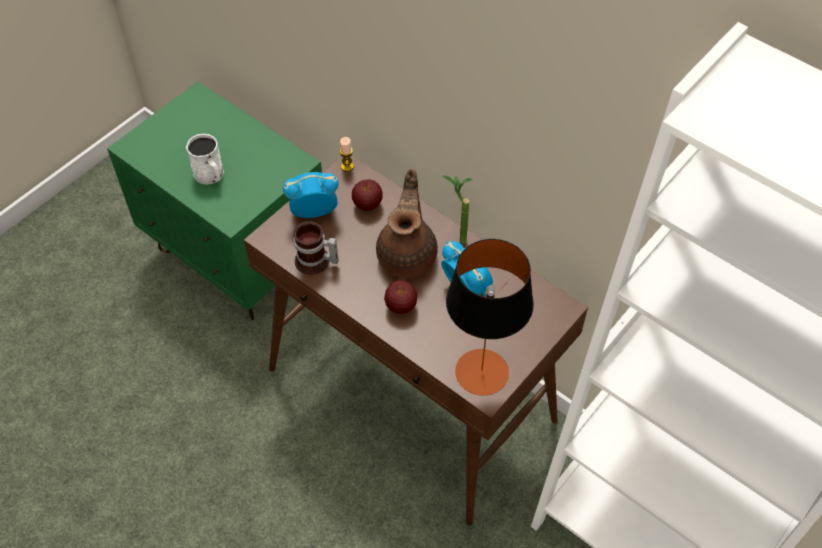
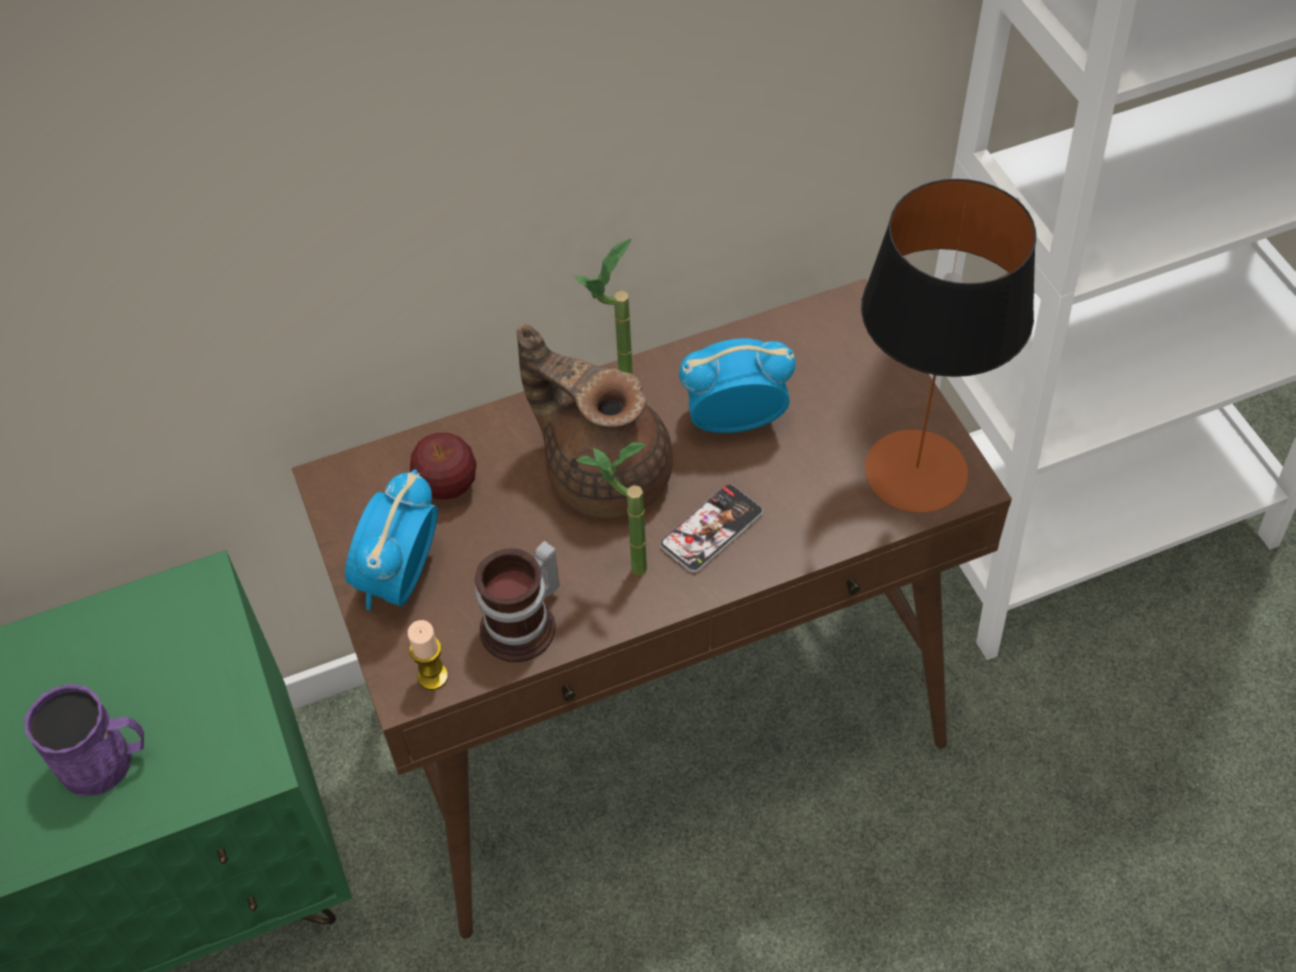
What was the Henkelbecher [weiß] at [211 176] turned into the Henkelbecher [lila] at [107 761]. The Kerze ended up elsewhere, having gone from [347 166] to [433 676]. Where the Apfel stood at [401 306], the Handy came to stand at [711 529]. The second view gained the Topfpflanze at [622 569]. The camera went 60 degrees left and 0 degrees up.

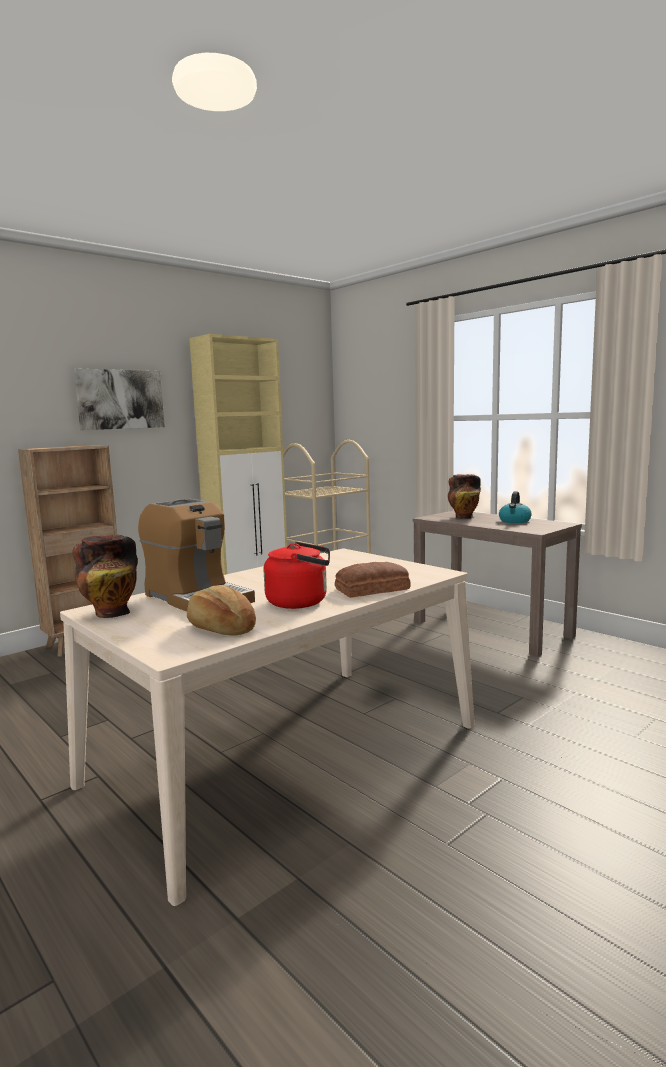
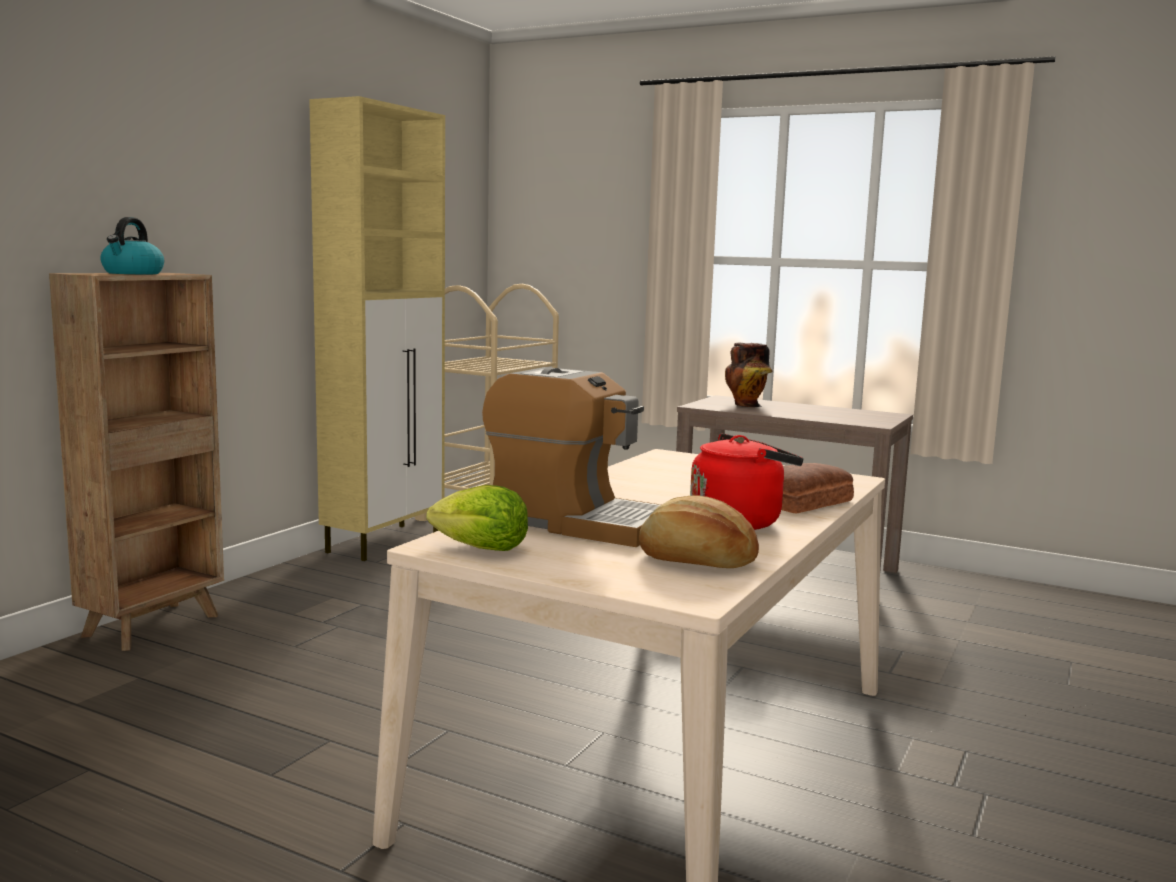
Where the Vase stood at [111 613], the Salatkopf came to stand at [481 548]. The second view lost the Bild at [120 399]. The Wasserkessel ended up elsewhere, having gone from [514 521] to [133 273]. The camera went 20 degrees left and 0 degrees up.

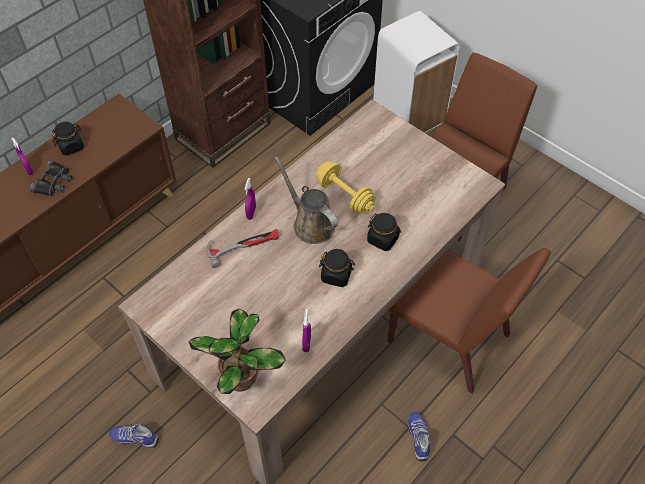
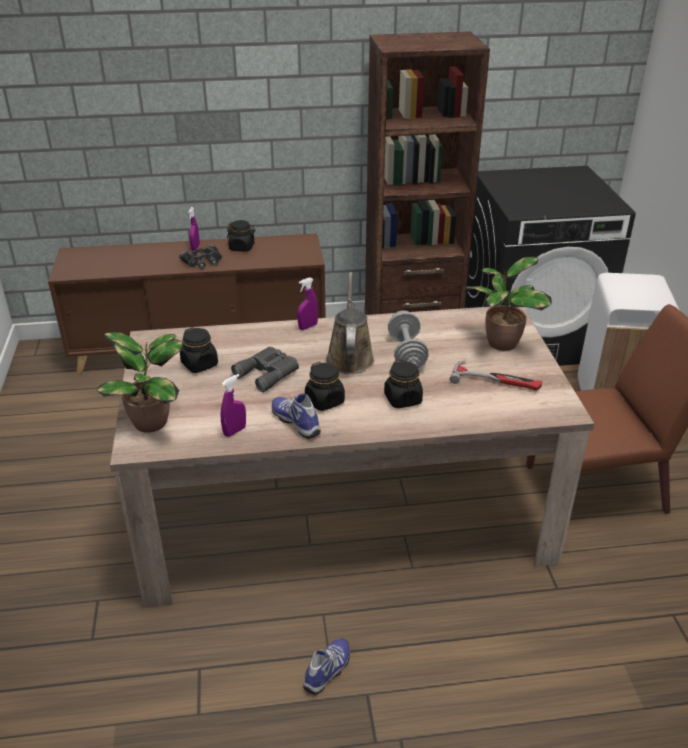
The Schuh ended up elsewhere, having gone from [135 437] to [297 422]. The Hammer ended up elsewhere, having gone from [243 245] to [496 380]. What was the Hantel [gelb] at [345 195] turned into the Hantel [grau] at [406 354]. The second view lost the Stuhl [braun] at [450 339]. The second view gained the Vorratsglas [schwarz] at [200 364]. The second view gained the Fernglas [grau] at [269 372]. The second view gained the Topfpflanze at [500 343]. The camera went 40 degrees right and 20 degrees down.

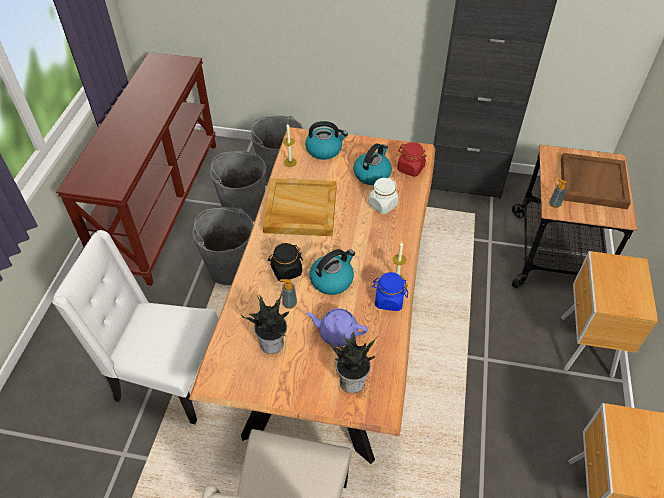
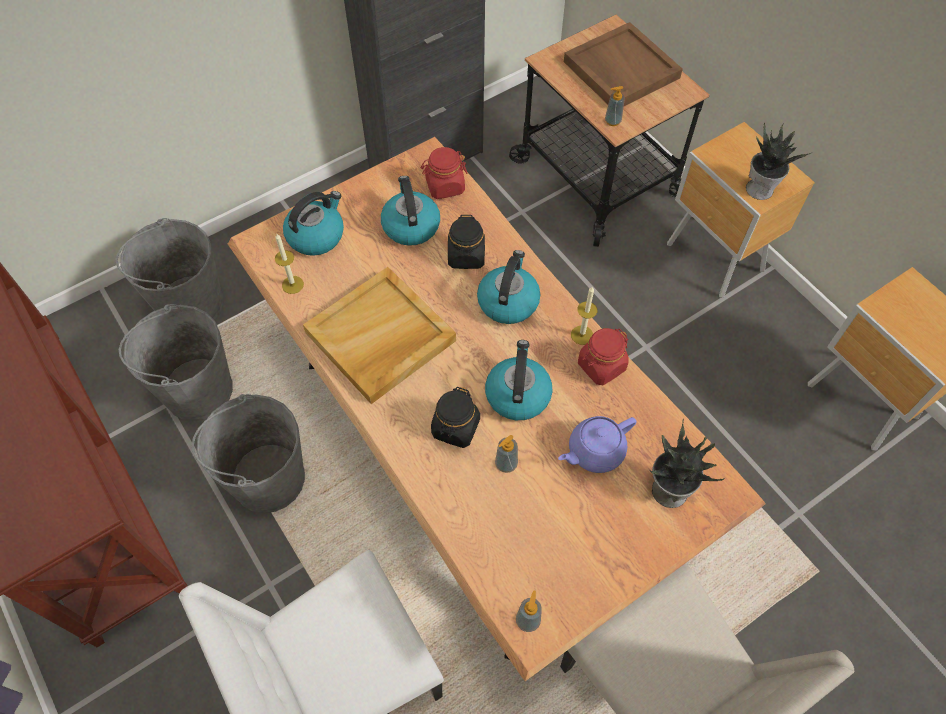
The Topfpflanze ended up elsewhere, having gone from [272 343] to [760 188]. What was the Vorratsglas [weiß] at [382 205] turned into the Vorratsglas [schwarz] at [466 256]. What was the Vorratsglas [blau] at [389 300] turned into the Vorratsglas [rot] at [601 366]. The second view gained the Wasserkessel at [508 301]. The second view gained the Seifenspender at [528 620]. The camera went 45 degrees left and 10 degrees up.

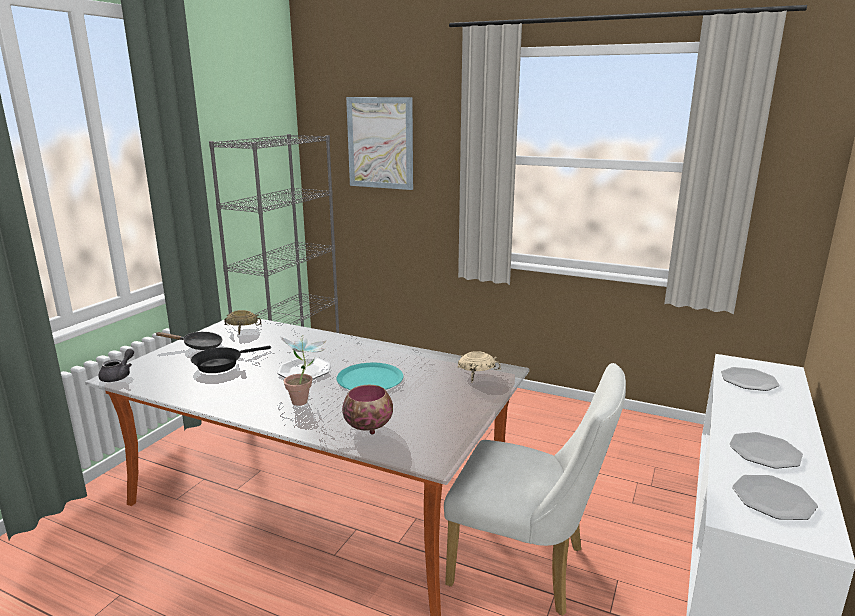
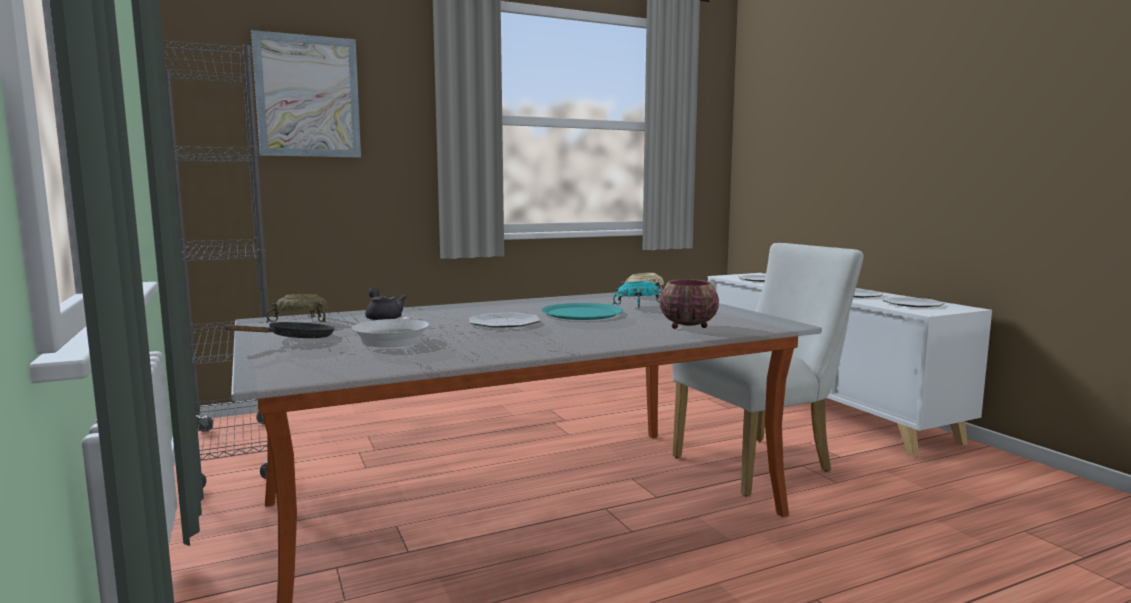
The Teekanne [grau] ended up elsewhere, having gone from [119 376] to [383 317]. What was the Pfanne [schwarz] at [221 364] turned into the Pfanne [weiß] at [392 340]. The second view lost the Topfpflanze at [305 402]. The second view gained the Schüssel [türkis] at [639 307]. The camera went 50 degrees left and 10 degrees down.

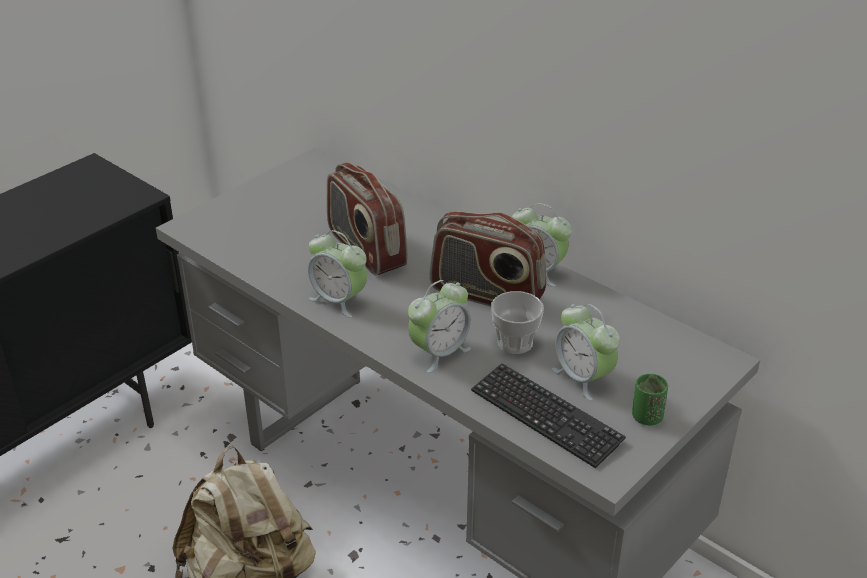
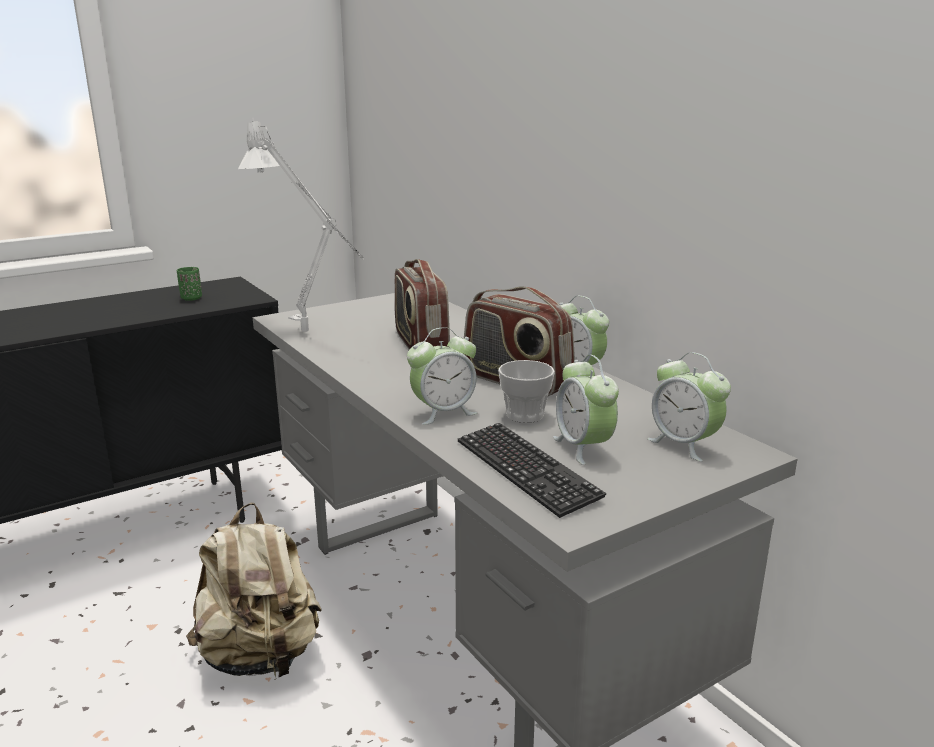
The Wecker ended up elsewhere, having gone from [339 300] to [684 444]. The Tasse [grün] ended up elsewhere, having gone from [647 417] to [191 298]. The second view gained the Tischlampe [grau] at [312 336]. The camera went 15 degrees right and 15 degrees down.

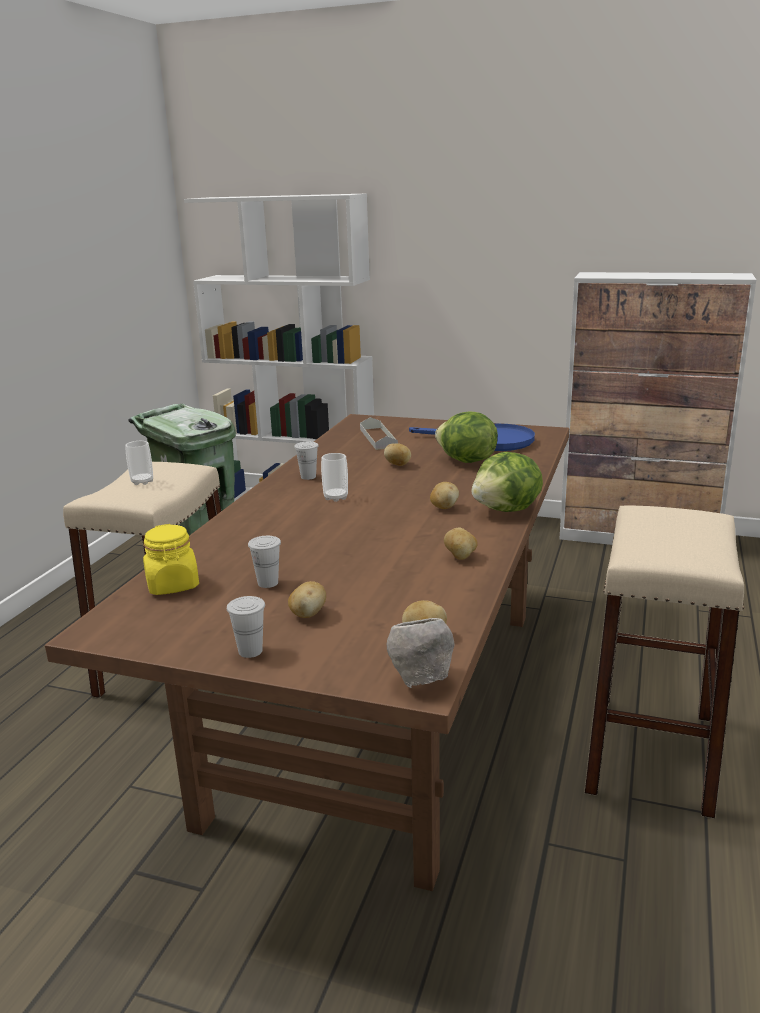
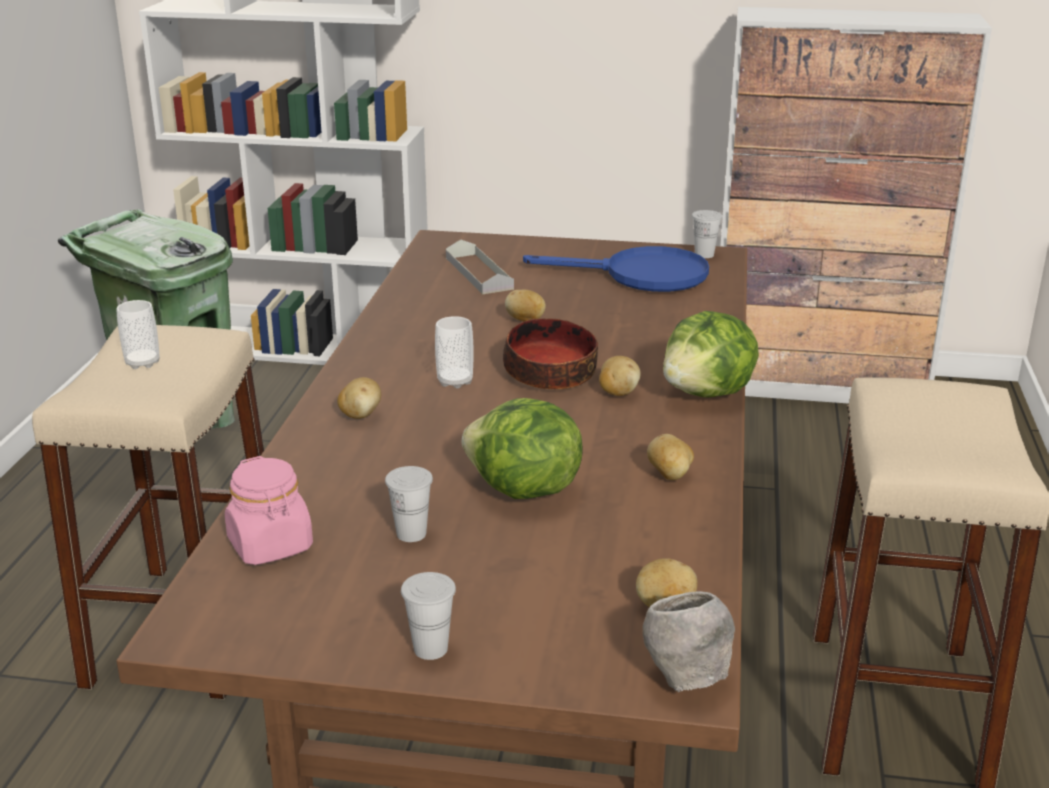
What was the Vorratsglas [gelb] at [173 585] turned into the Vorratsglas [rosa] at [271 545]. The Kartoffel ended up elsewhere, having gone from [308 614] to [360 415]. The Tasse [weiß] ended up elsewhere, having gone from [308 477] to [704 255]. The Salatkopf ended up elsewhere, having gone from [466 461] to [523 491]. The second view gained the Schüssel at [549 374]. The camera went 10 degrees left and 5 degrees up.

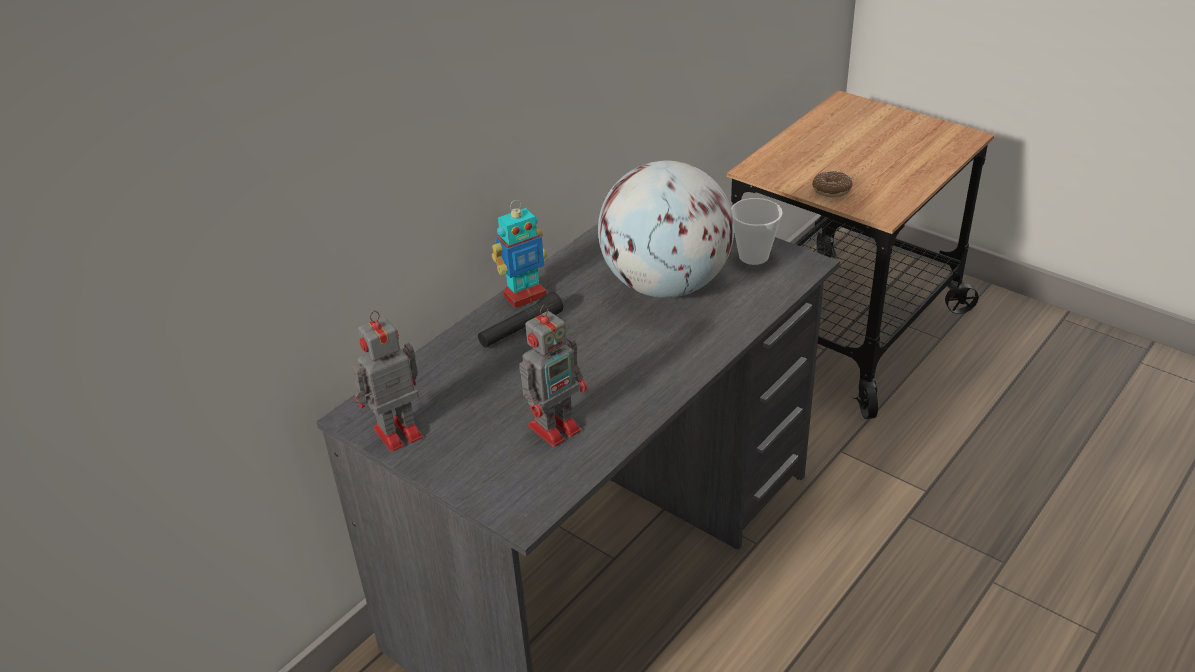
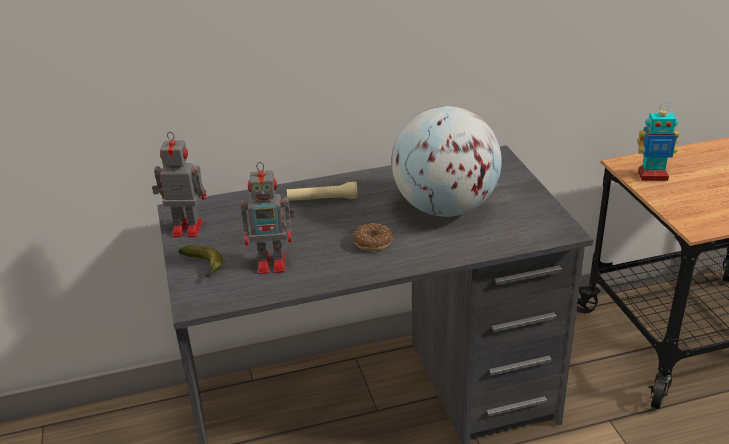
What was the Taschenlampe [schwarz] at [521 329] turned into the Taschenlampe [beige] at [322 200]. The Spielzeugroboter ended up elsewhere, having gone from [524 296] to [652 176]. The second view lost the Tasse at [753 256]. The Donut ended up elsewhere, having gone from [831 190] to [373 243]. The second view gained the Banane at [204 266]. The camera went 35 degrees right and 5 degrees down.

